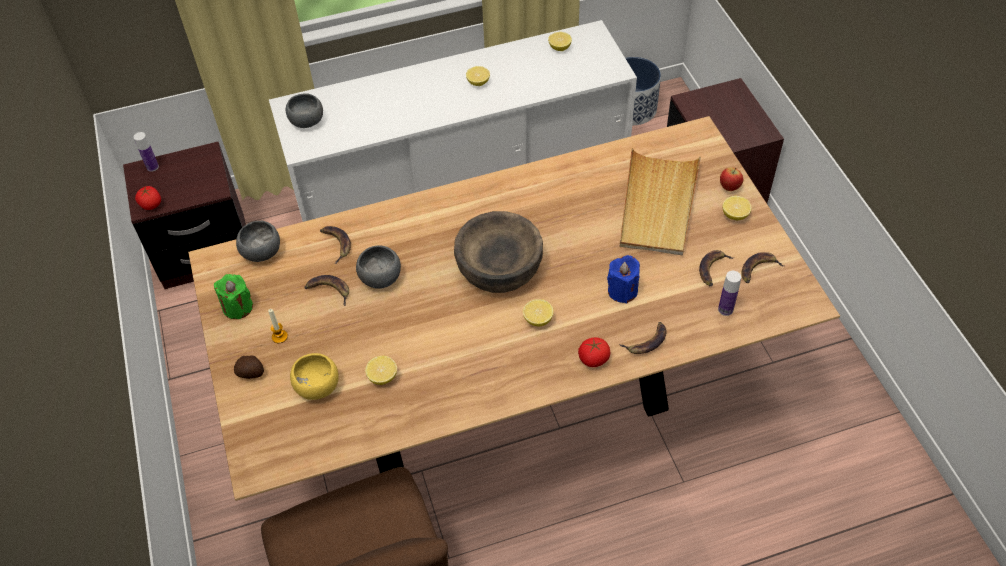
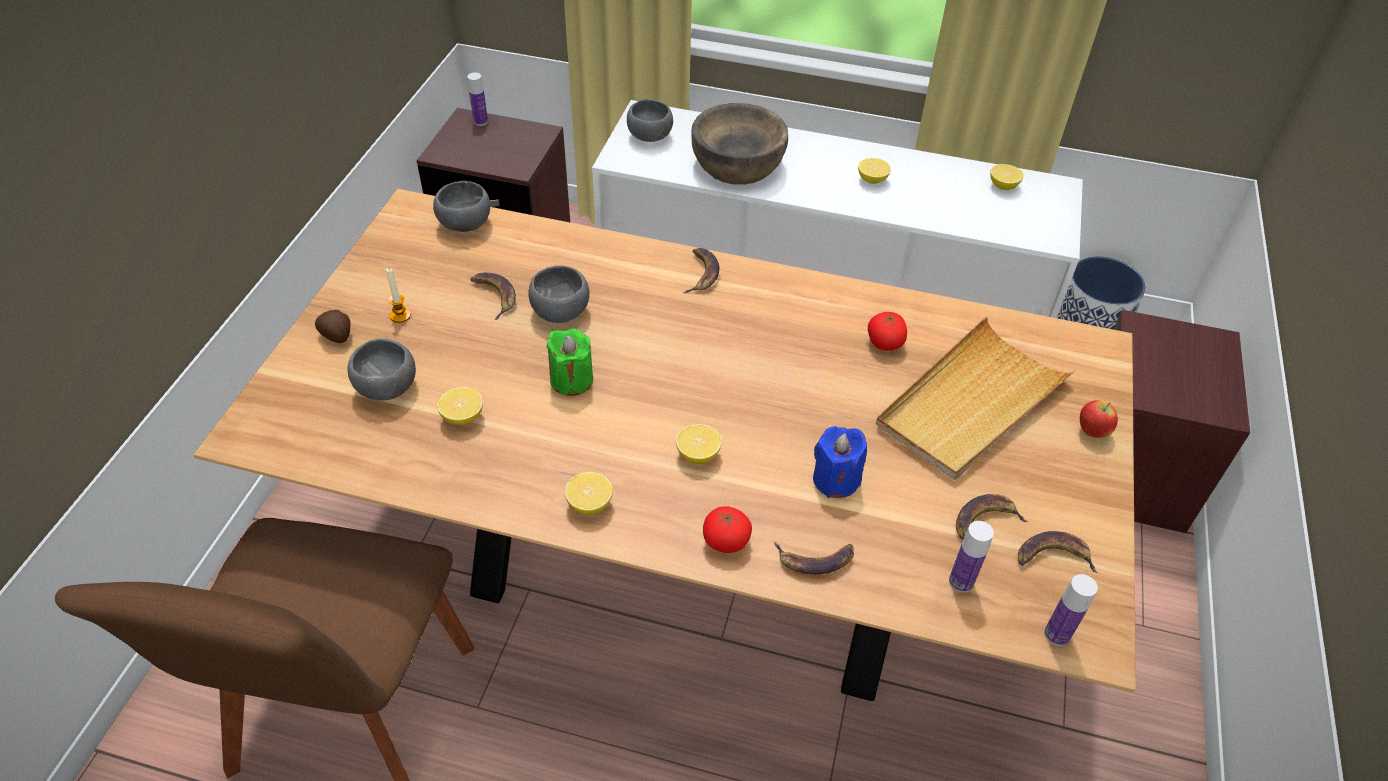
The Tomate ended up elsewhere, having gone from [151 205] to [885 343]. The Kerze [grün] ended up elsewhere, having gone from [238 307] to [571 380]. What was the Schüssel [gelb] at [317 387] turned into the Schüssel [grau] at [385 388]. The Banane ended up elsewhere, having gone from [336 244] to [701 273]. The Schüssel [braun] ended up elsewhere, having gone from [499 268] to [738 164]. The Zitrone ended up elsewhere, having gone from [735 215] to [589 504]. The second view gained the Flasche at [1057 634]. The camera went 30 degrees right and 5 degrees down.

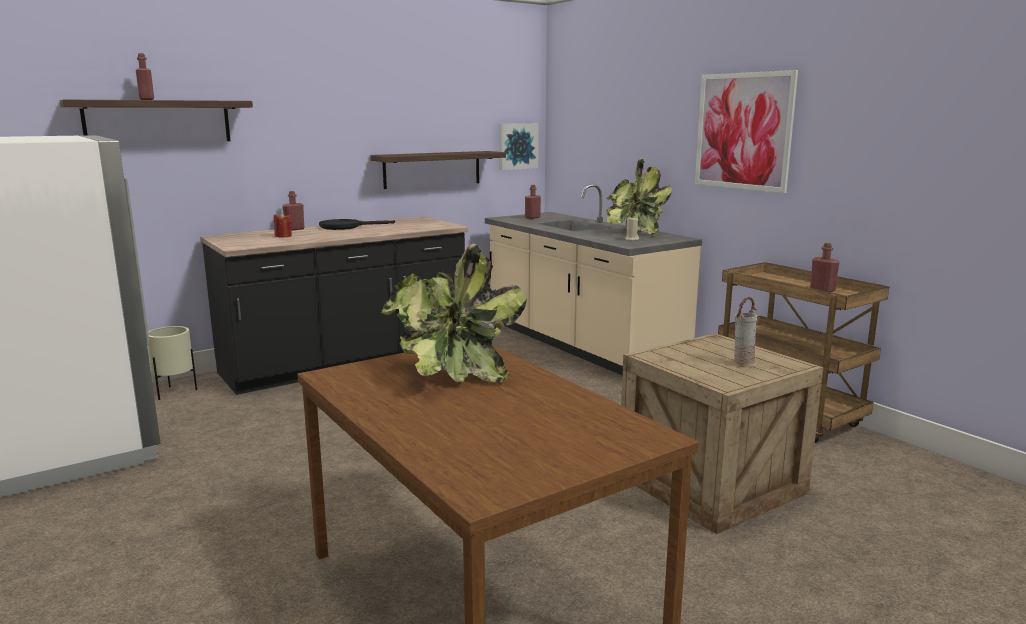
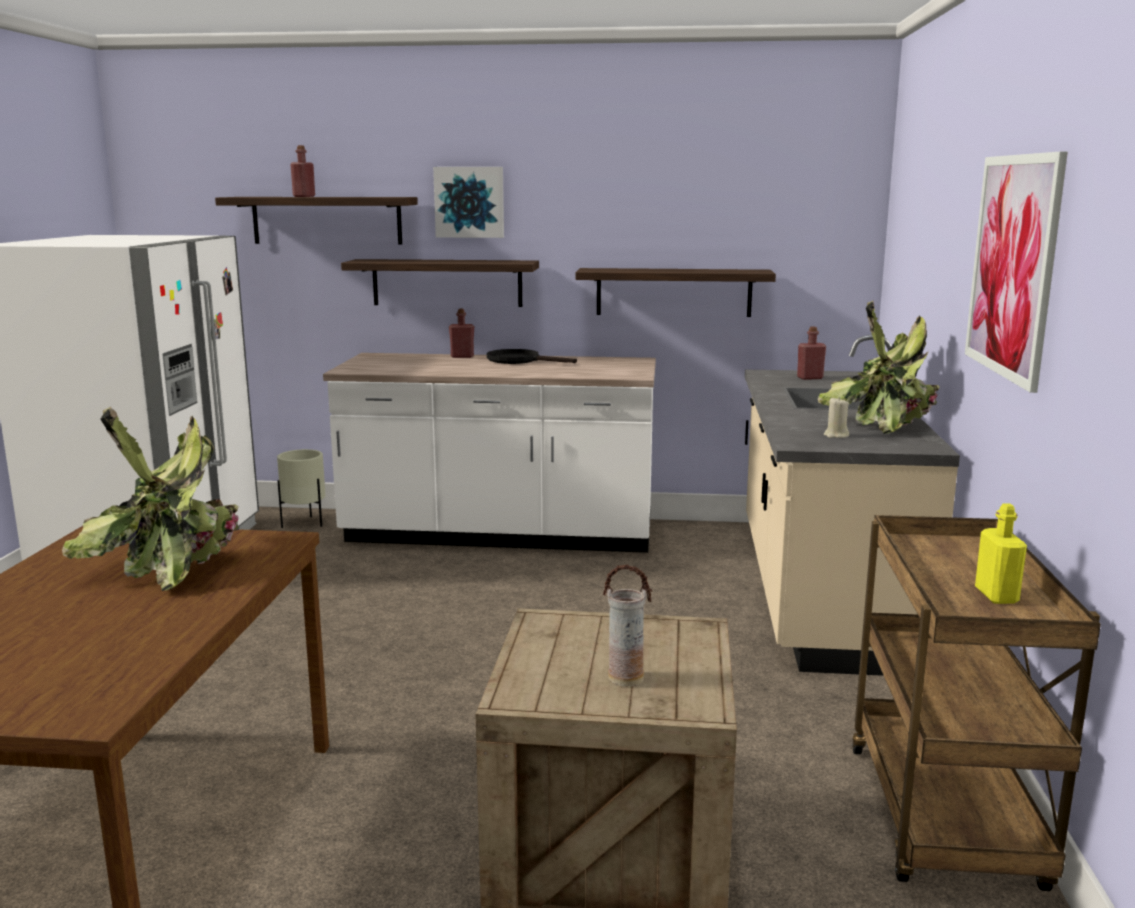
What was the Küchenzeile [schwarz] at [347 362] turned into the Küchenzeile [weiß] at [499 535]. The second view lost the Kerze [rot] at [283 236]. The Bild ended up elsewhere, having gone from [517 146] to [469 202]. What was the Flasche [rot] at [822 290] turned into the Flasche [gelb] at [996 596]. The second view gained the Wandregal at [447 282]. The camera went 40 degrees right and 0 degrees up.

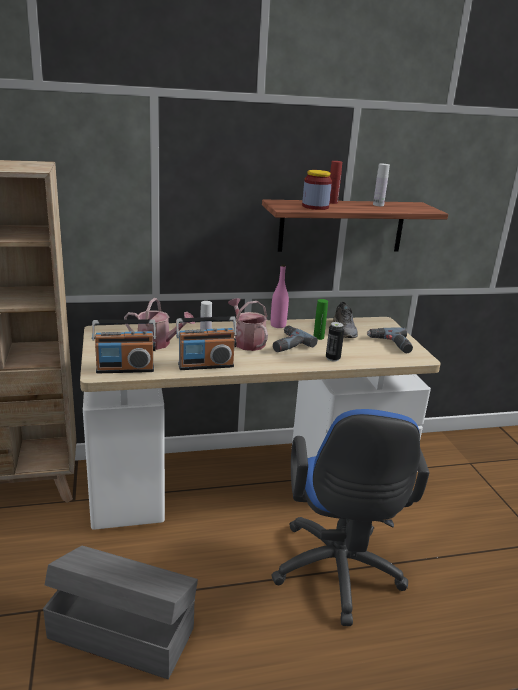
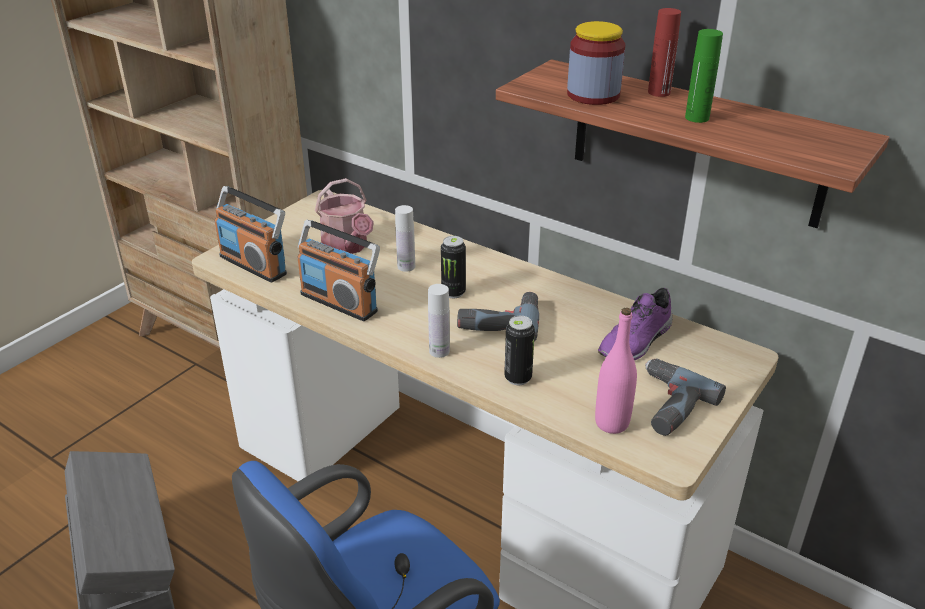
Where the Gießkanne stood at [247 342], the Dose came to stand at [453 292]. The Flasche [rosa] ended up elsewhere, having gone from [278 325] to [612 423]. The Flasche [grün] ended up elsewhere, having gone from [318 337] to [697 118]. What was the Schuh [grau] at [345 330] turned into the Schuh [lila] at [637 342]. The Flasche [weiß] ended up elsewhere, having gone from [378 205] to [439 351]. The camera went 50 degrees right and 10 degrees up.

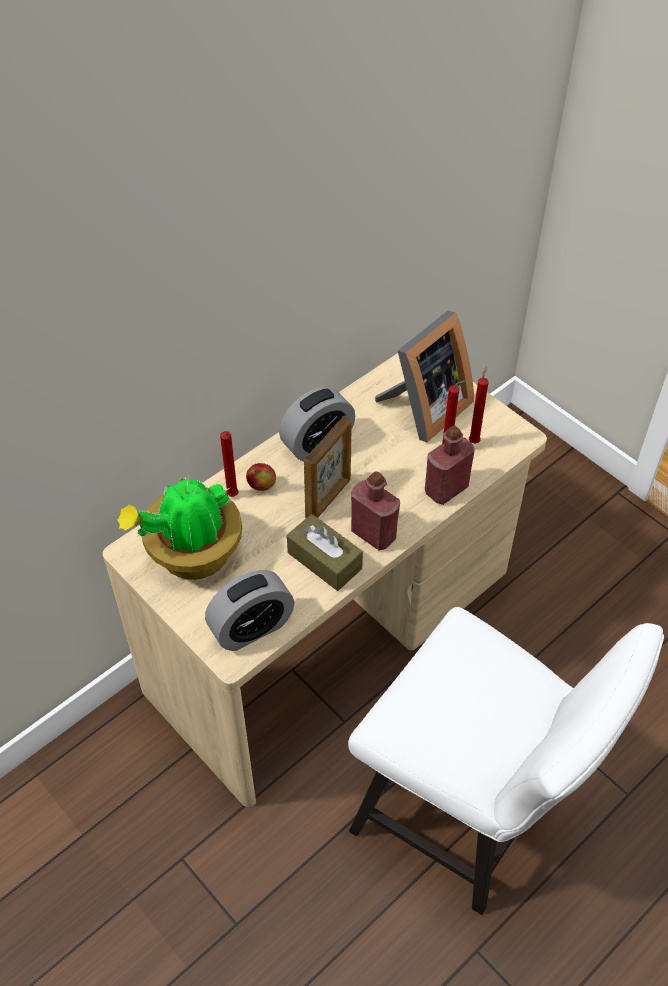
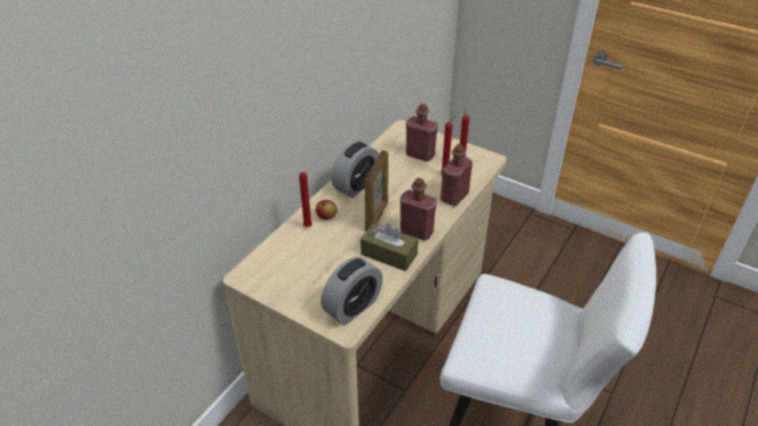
The second view lost the Topfpflanze at [192 556]. Where the Bilderrahmen stood at [424 410], the Flasche [rot] came to stand at [420 155]. The camera went 15 degrees left and 10 degrees down.

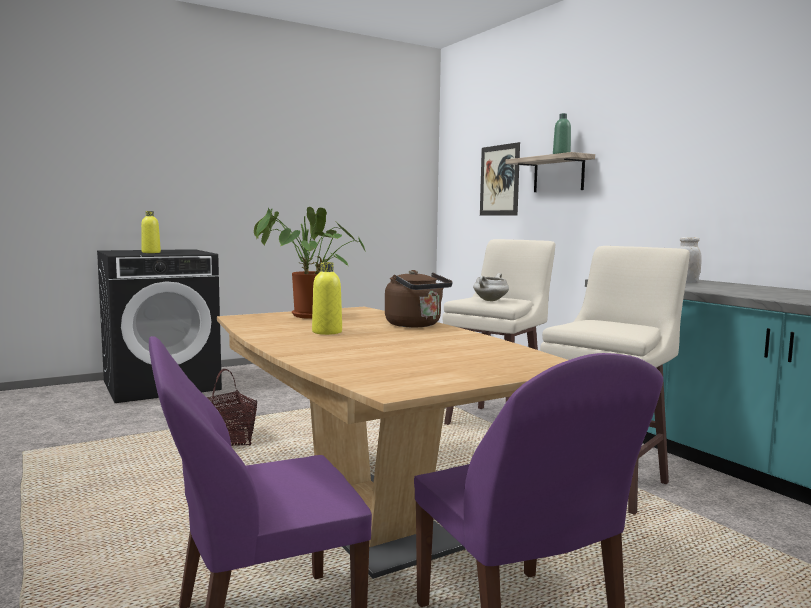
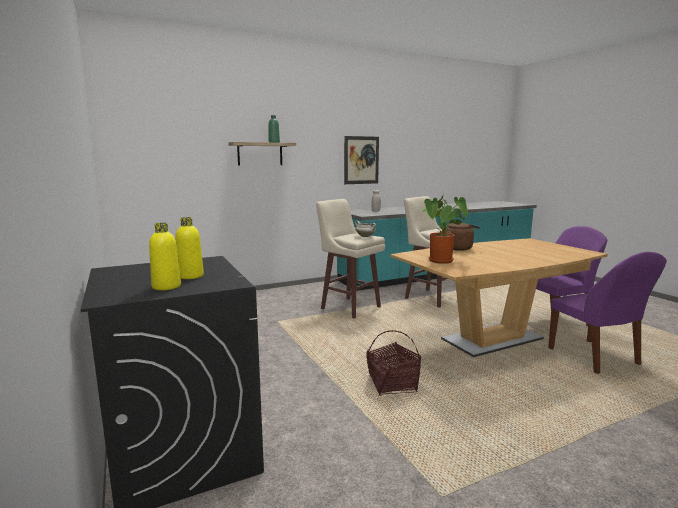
The Flasche [gelb] ended up elsewhere, having gone from [327 332] to [166 286]. The Bild ended up elsewhere, having gone from [499 180] to [361 160]. The camera went 85 degrees left and 5 degrees up.

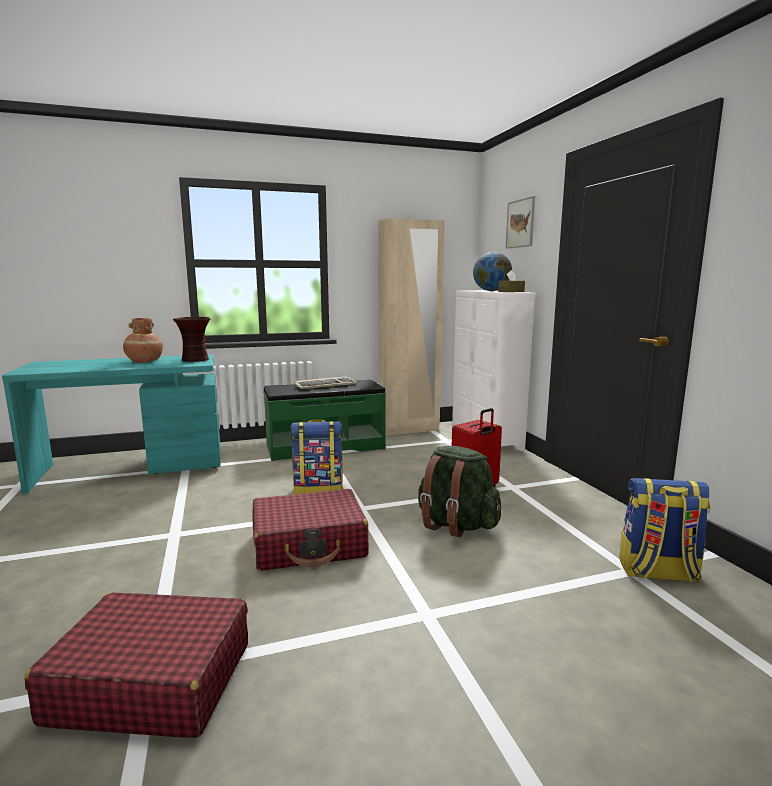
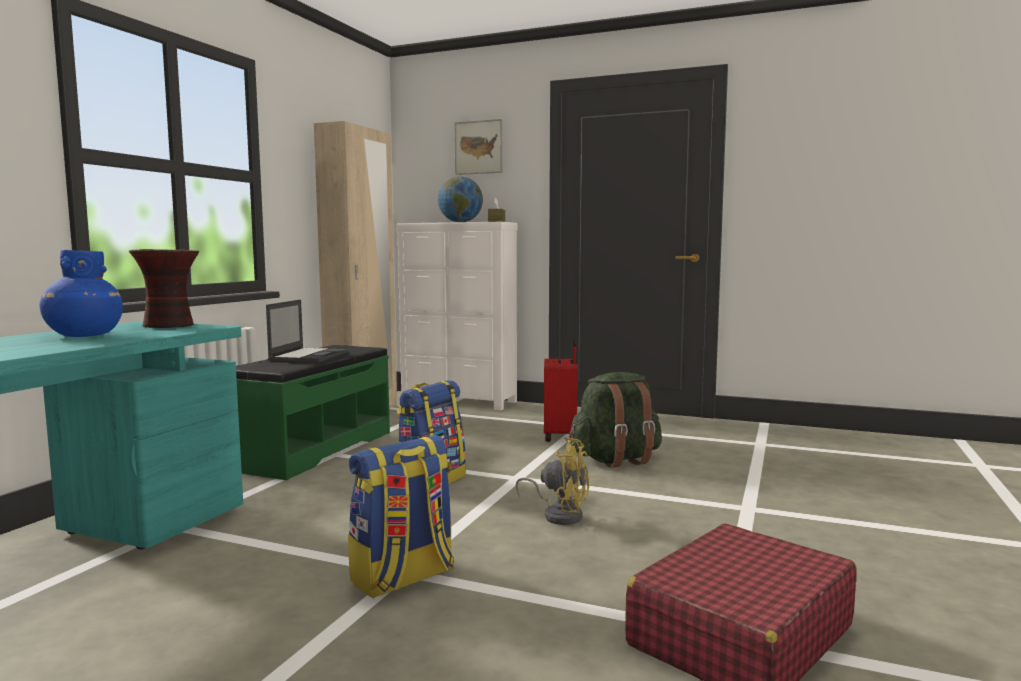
What was the Vase [braun] at [144 361] turned into the Vase [blau] at [83 335]. Where the Koffer [rot] stood at [309 544], the Ventilator [gelb] came to stand at [559 514]. Where the Tastatur stood at [325 385], the Laptop came to stand at [309 356]. The Rucksack ended up elsewhere, having gone from [657 572] to [403 578]. The camera went 50 degrees left and 5 degrees down.

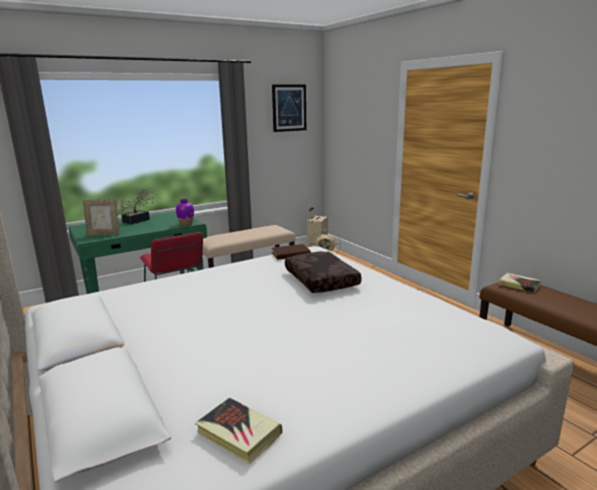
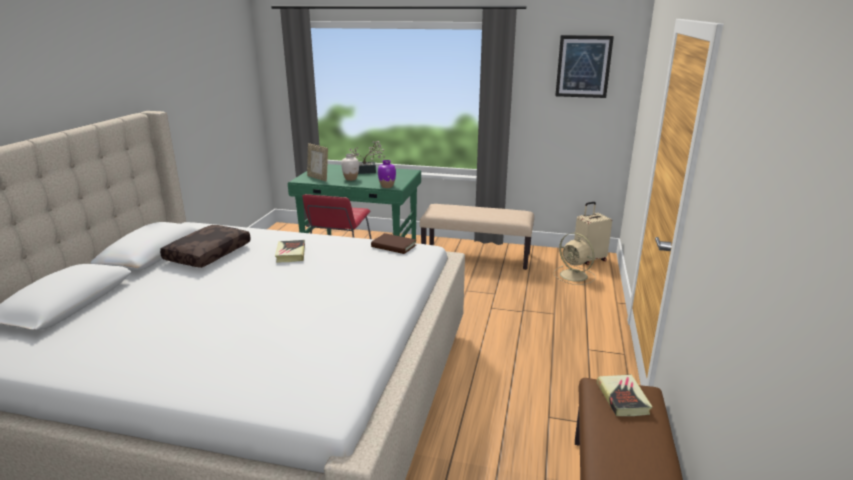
The Buch ended up elsewhere, having gone from [238 433] to [290 254]. The Kissen [braun] ended up elsewhere, having gone from [319 280] to [208 253]. The second view gained the Vase [weiß] at [351 179]. The camera went 45 degrees right and 5 degrees up.

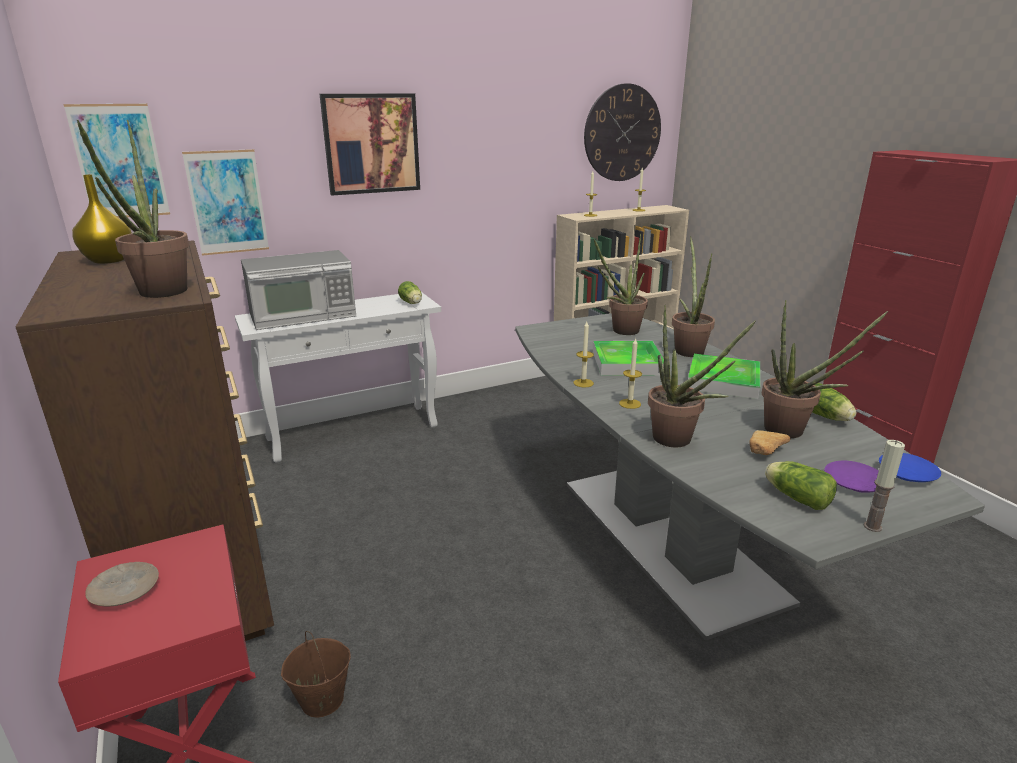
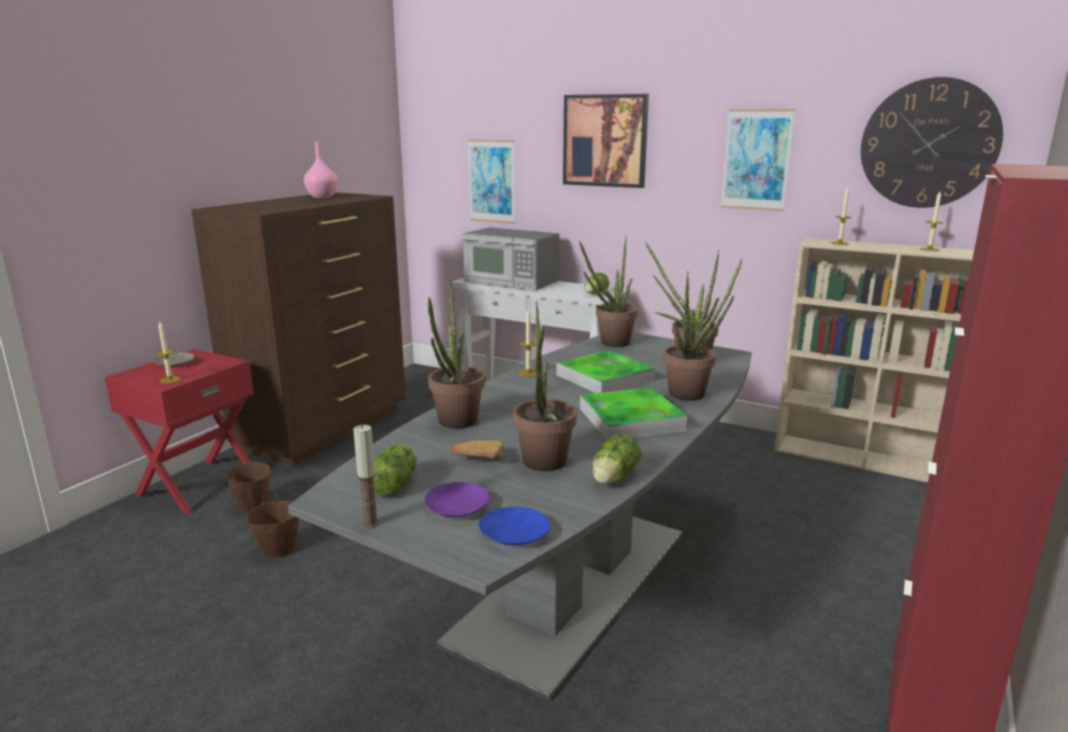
The Bild ended up elsewhere, having gone from [119 162] to [756 160]. What was the Vase [gelb] at [108 260] turned into the Vase [rosa] at [322 197]. The Topfpflanze ended up elsewhere, having gone from [159 294] to [610 344]. The Kerze ended up elsewhere, having gone from [630 404] to [170 380]. The second view gained the Eimer [braun] at [278 549]. The camera went 55 degrees right and 5 degrees down.

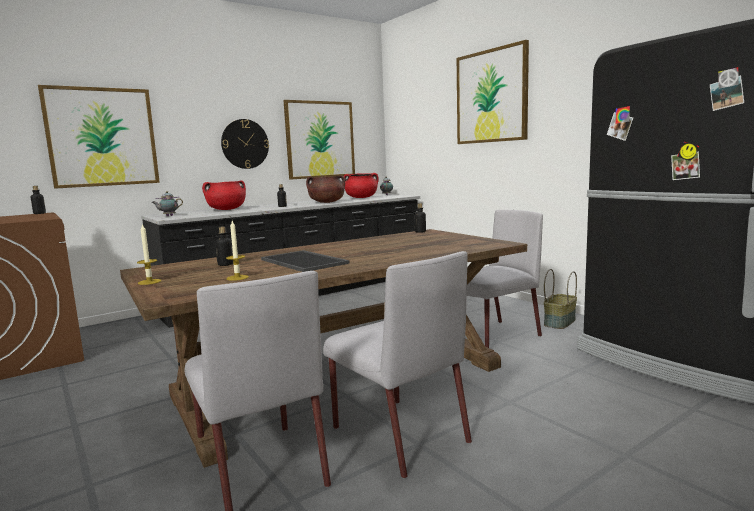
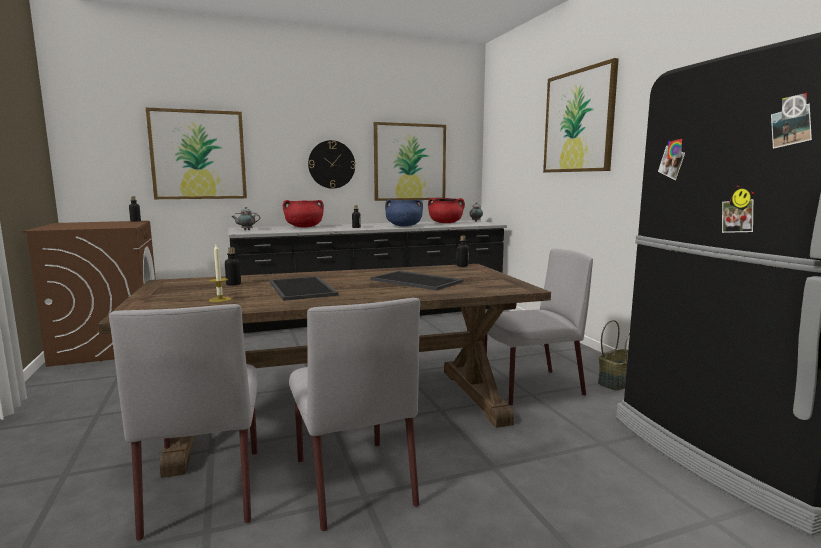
The second view lost the Kerze at [149 282]. What was the Kochtopf [braun] at [327 202] turned into the Kochtopf [blau] at [404 226]. The second view gained the Tablett at [417 281]. The camera went 15 degrees right and 0 degrees up.

